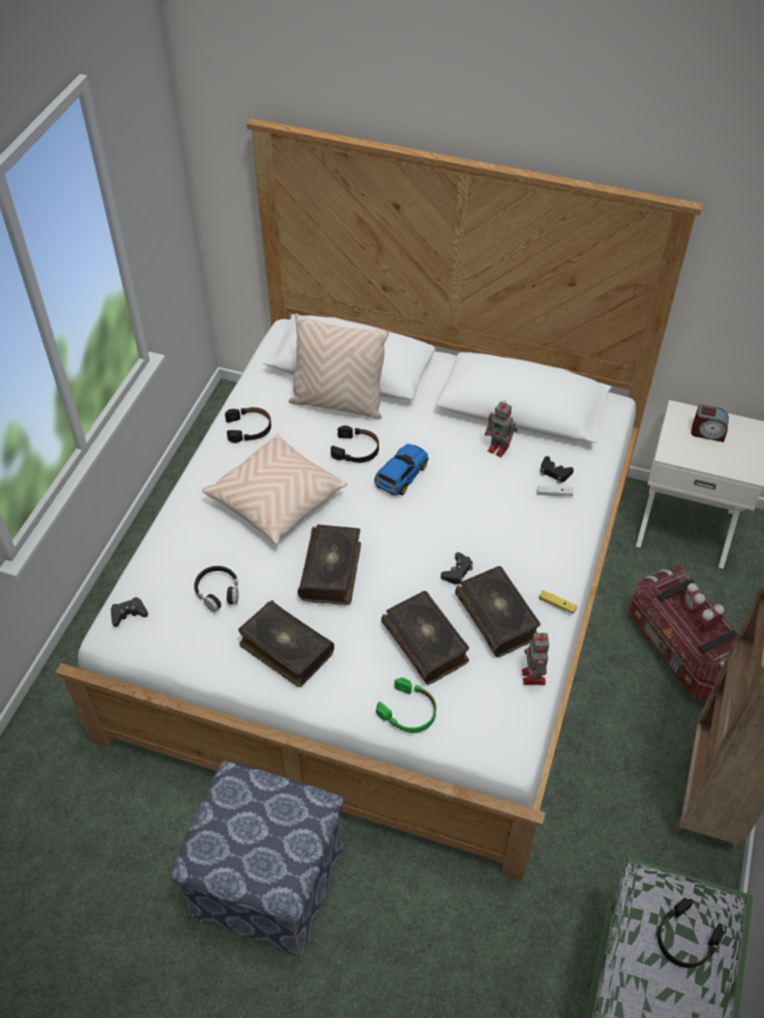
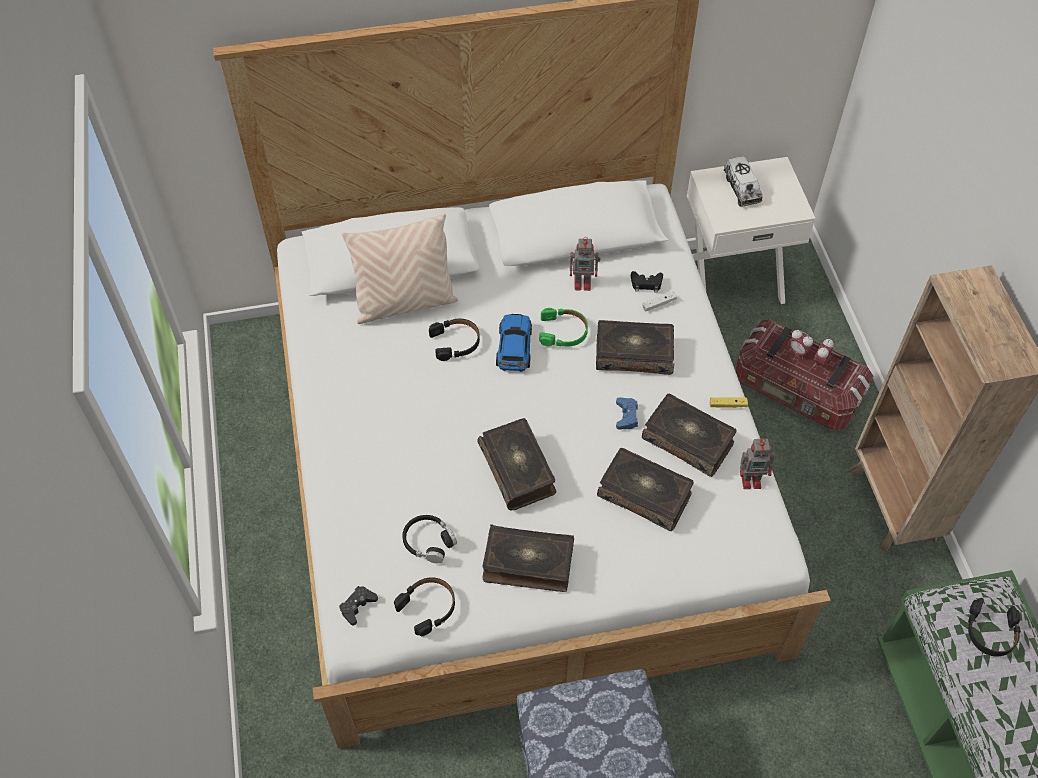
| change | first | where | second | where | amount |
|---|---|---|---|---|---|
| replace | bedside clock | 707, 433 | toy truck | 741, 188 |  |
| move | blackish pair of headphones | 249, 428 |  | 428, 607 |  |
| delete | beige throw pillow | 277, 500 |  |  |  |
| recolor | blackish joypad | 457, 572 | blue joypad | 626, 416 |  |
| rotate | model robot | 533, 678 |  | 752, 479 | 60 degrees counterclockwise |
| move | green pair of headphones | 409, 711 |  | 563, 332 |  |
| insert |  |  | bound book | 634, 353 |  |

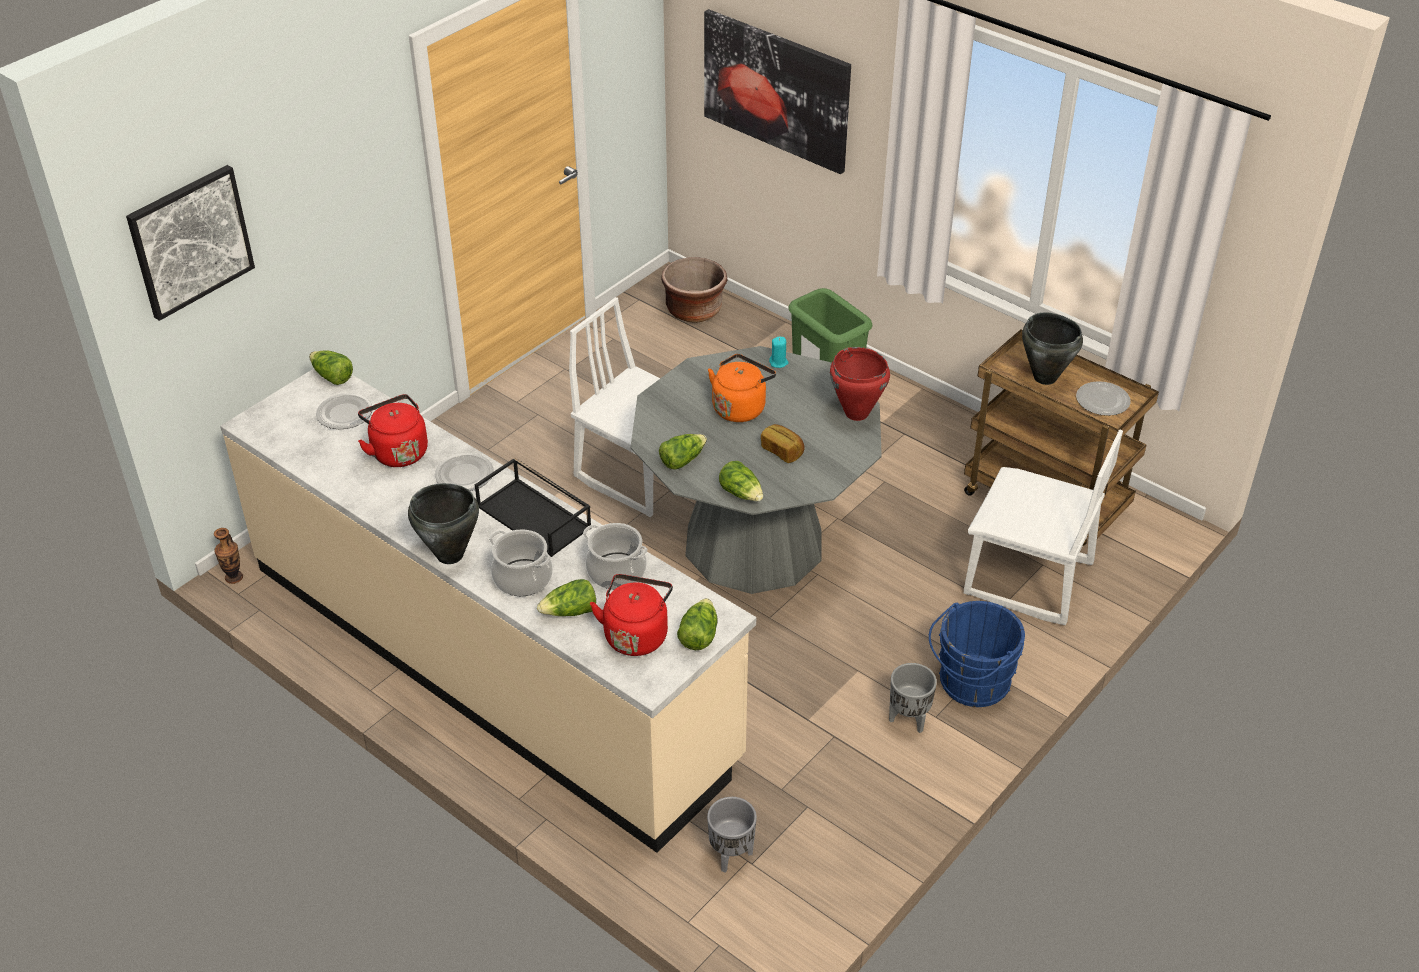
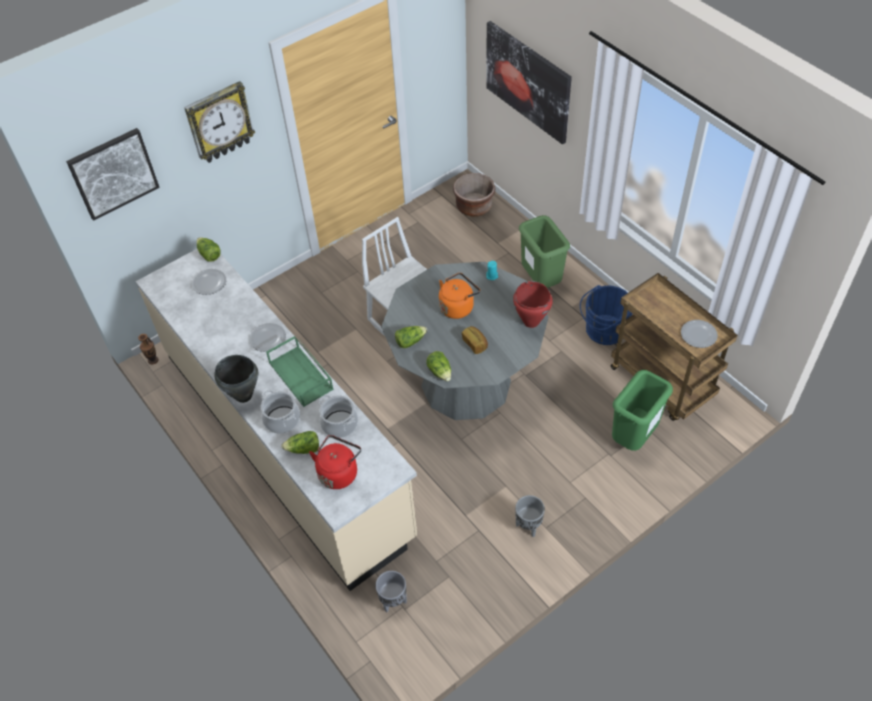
| change | first | where | second | where | amount |
|---|---|---|---|---|---|
| delete | blackish cooking pot | 1045, 377 |  |  |  |
| delete | red-coloured water kettle | 397, 451 |  |  |  |
| replace | white upright chair | 1028, 580 | green rubbish bin | 633, 438 |  |
| recolor | blackish tray | 535, 517 | green tray | 302, 376 |  |
| delete | lettuce | 698, 635 |  |  |  |
| move | blue pail | 971, 683 |  | 603, 331 |  |
| insert |  |  | clock on the wall | 219, 122 |  |

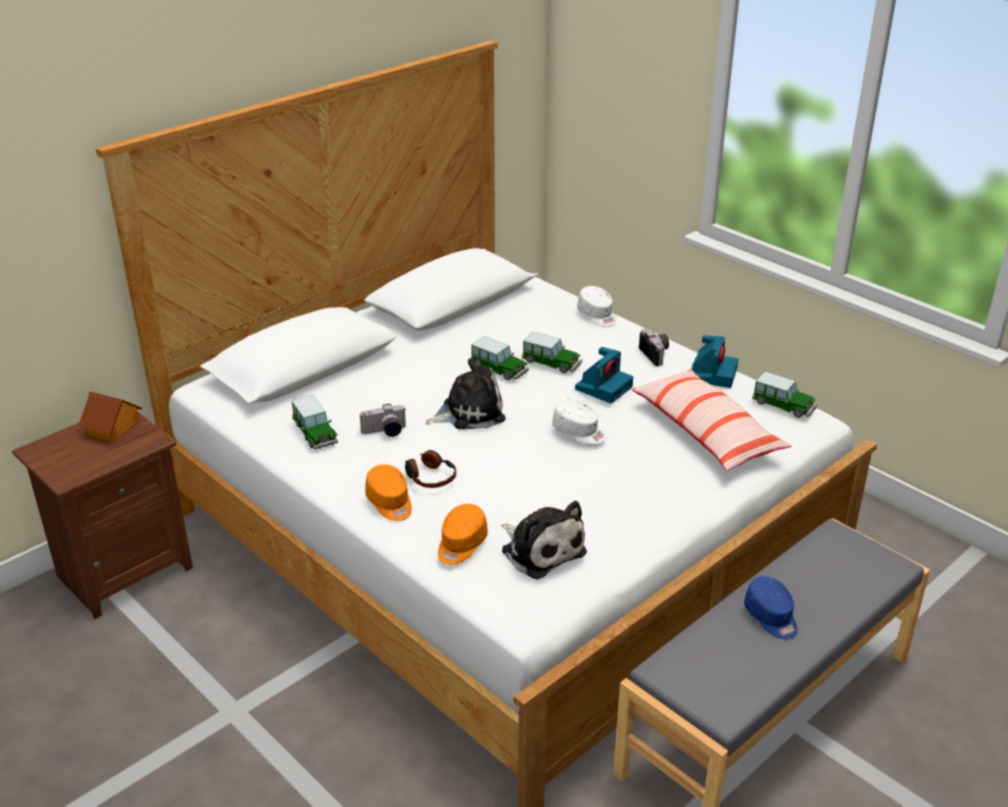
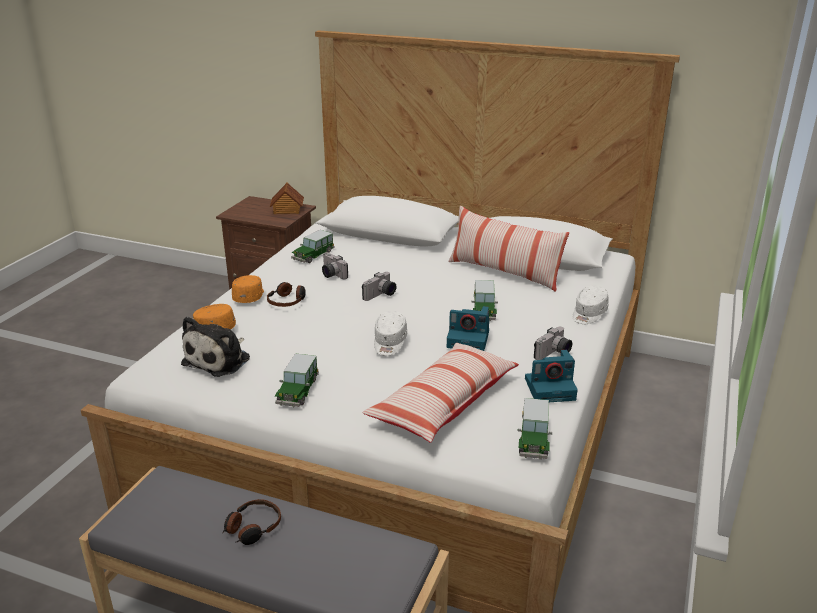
| change | first | where | second | where | amount |
|---|---|---|---|---|---|
| move | miniature car | 499, 369 |  | 298, 391 |  |
| replace | cuddly toy | 469, 412 | photo camera | 381, 295 |  |
| rotate | orangey cap | 390, 503 |  | 249, 296 | 150 degrees clockwise |
| replace | blue cap | 771, 617 | pair of headphones | 252, 528 |  |
| insert |  |  | throw pillow | 504, 273 |  |

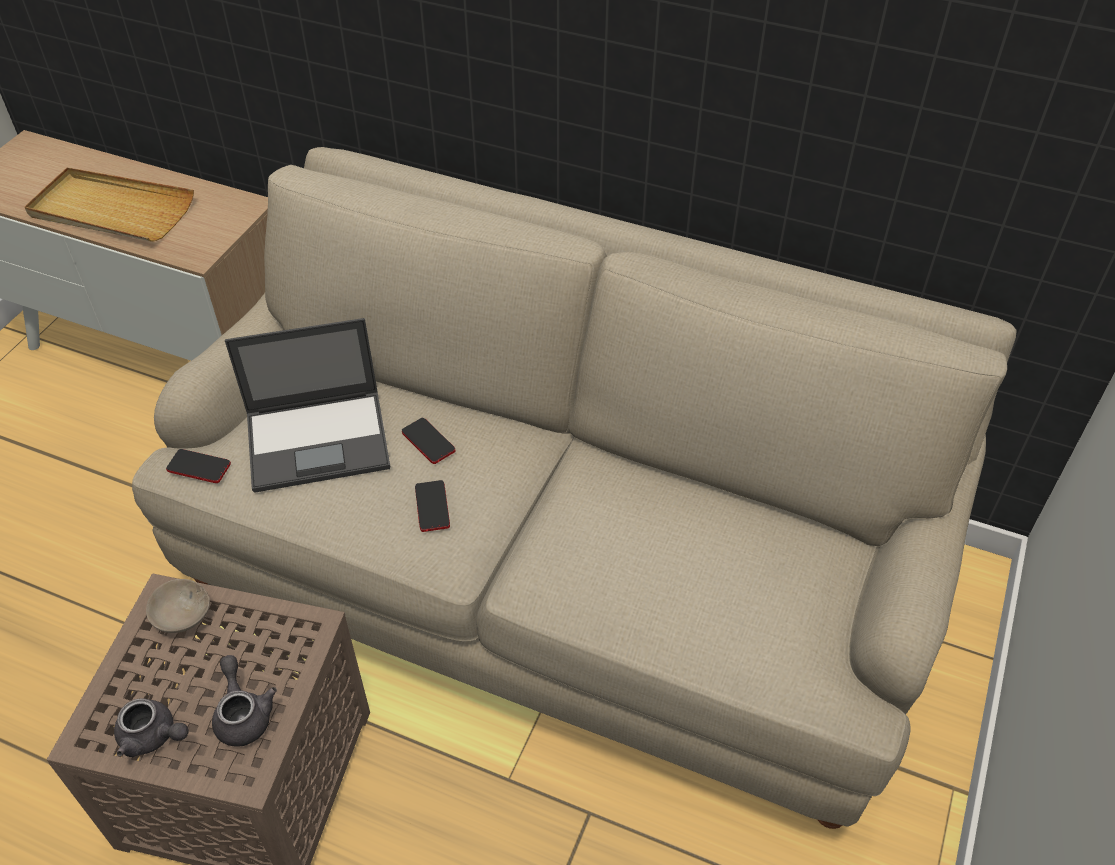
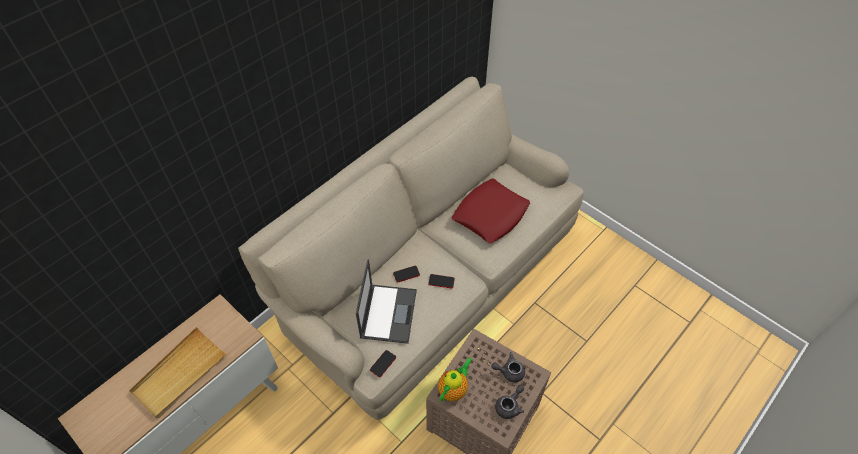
| change | first | where | second | where | amount |
|---|---|---|---|---|---|
| replace | beige serving bowl | 180, 615 | pot for tea | 454, 389 |  |
| insert |  |  | red-coloured throw pillow | 490, 214 |  |

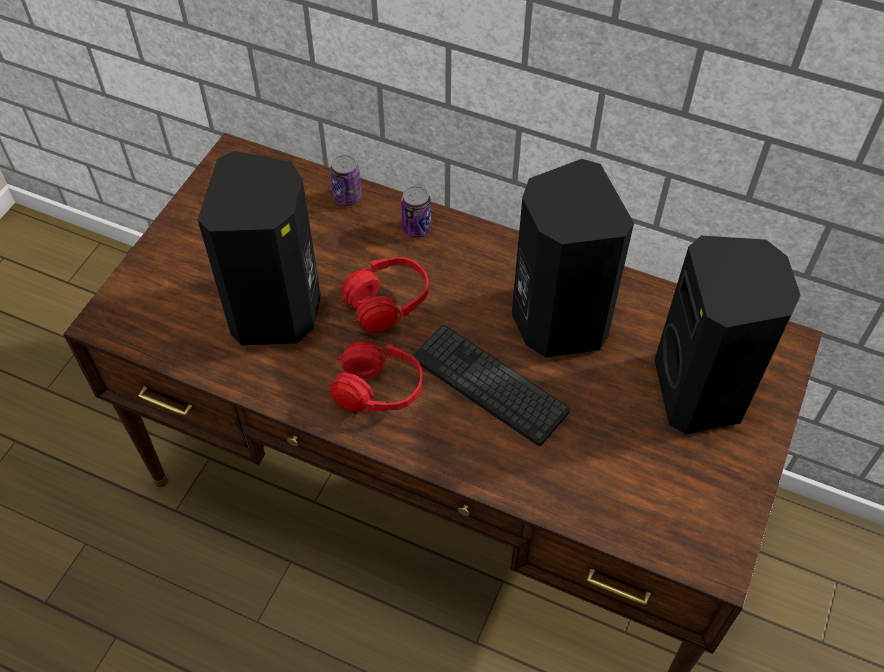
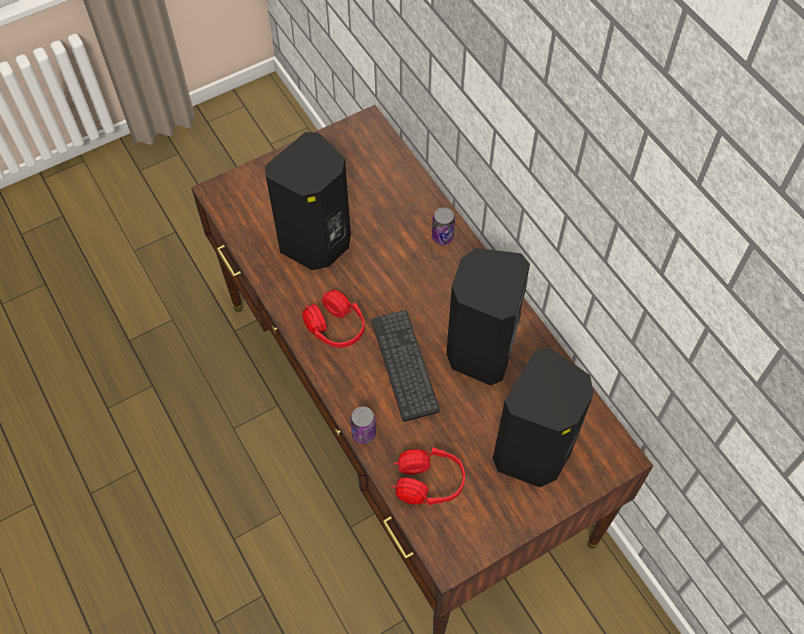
| change | first | where | second | where | amount |
|---|---|---|---|---|---|
| move | can | 347, 197 |  | 364, 433 |  |
| move | red-coloured pair of headphones | 386, 306 |  | 427, 484 |  |

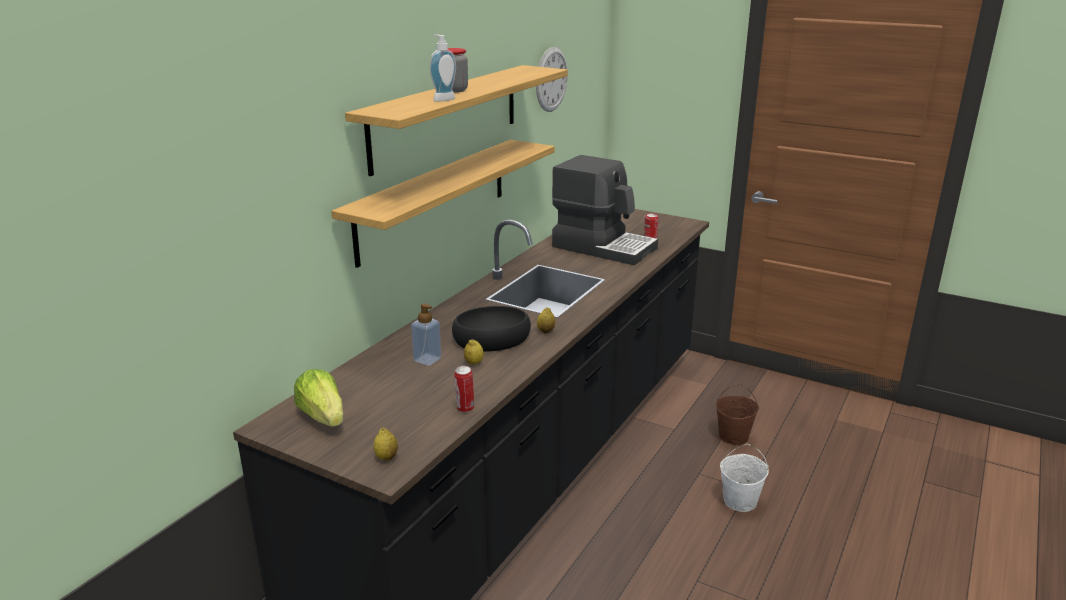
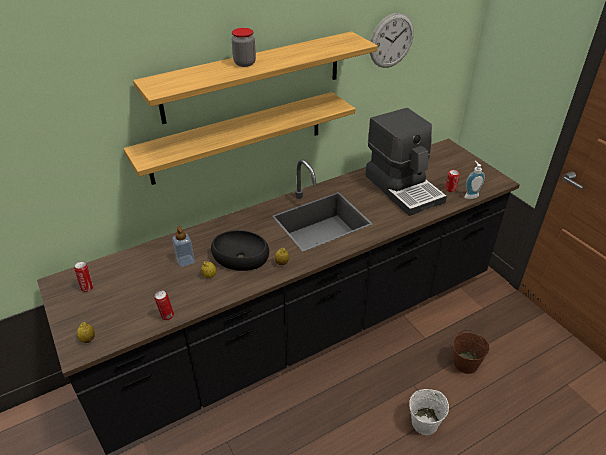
| change | first | where | second | where | amount |
|---|---|---|---|---|---|
| move | soap dispenser | 442, 99 |  | 470, 195 |  |
| replace | lettuce | 323, 417 | can | 88, 288 |  |

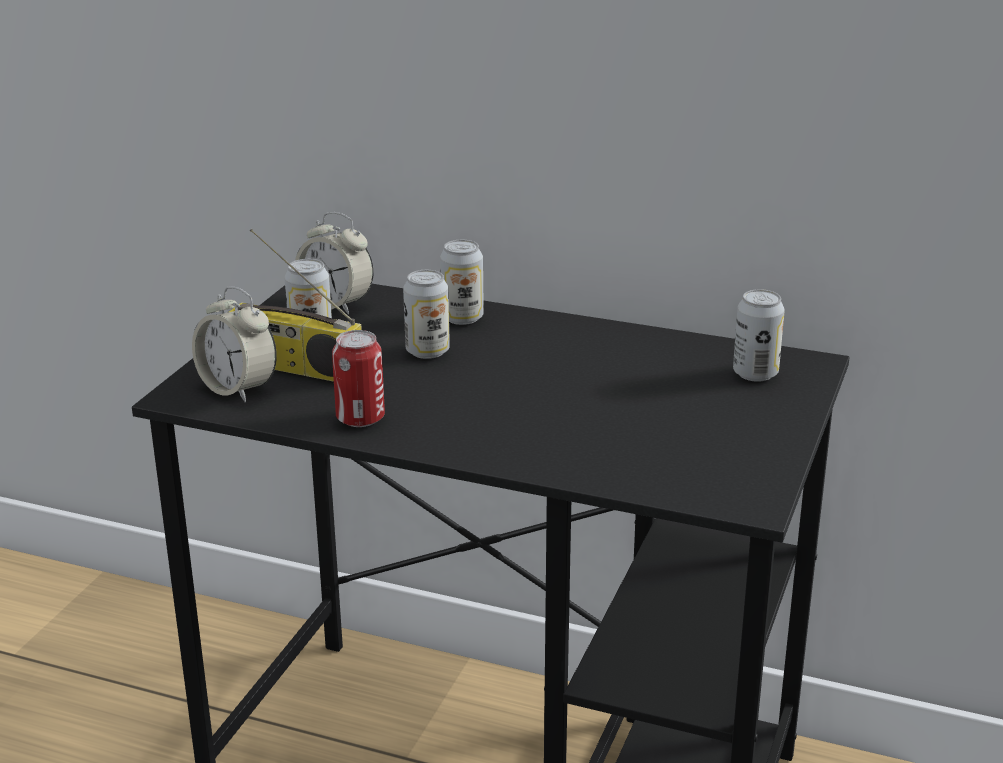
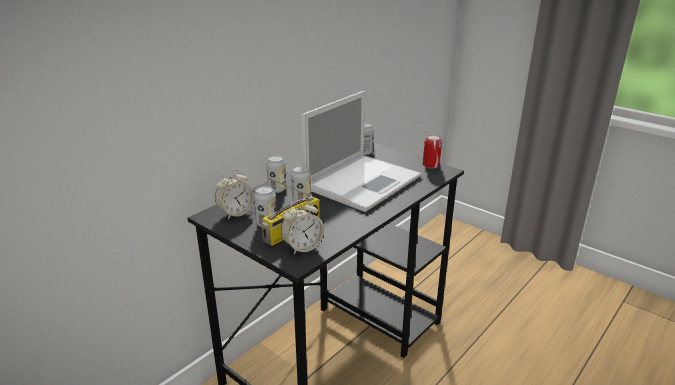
| change | first | where | second | where | amount |
|---|---|---|---|---|---|
| move | can | 360, 418 |  | 431, 166 |  |
| insert |  |  | laptop | 363, 181 |  |

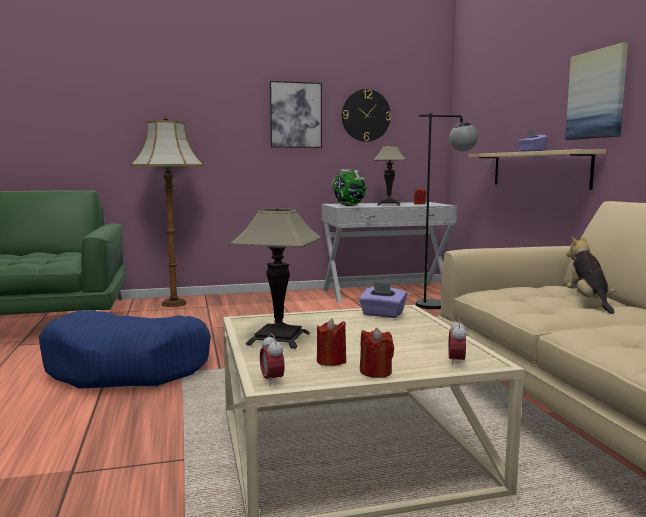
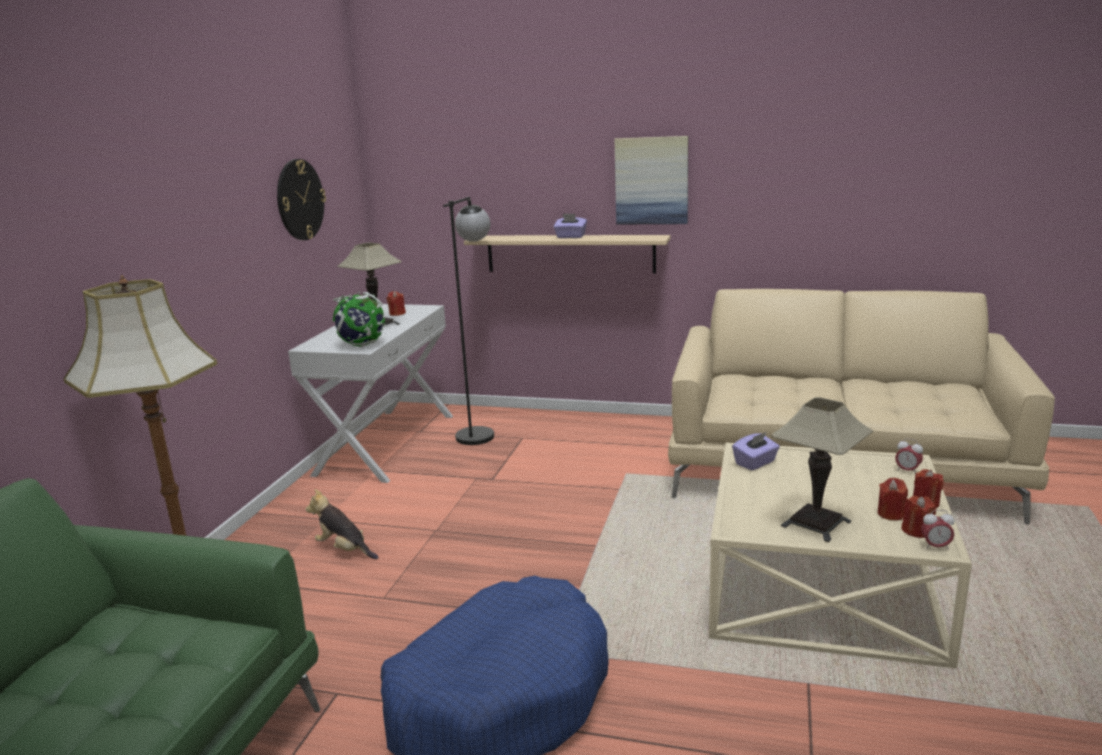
| change | first | where | second | where | amount |
|---|---|---|---|---|---|
| delete | wall art | 295, 115 |  |  |  |
| move | cuddly toy | 588, 302 |  | 344, 549 |  |
| insert |  |  | red-coloured candle | 916, 531 |  |

